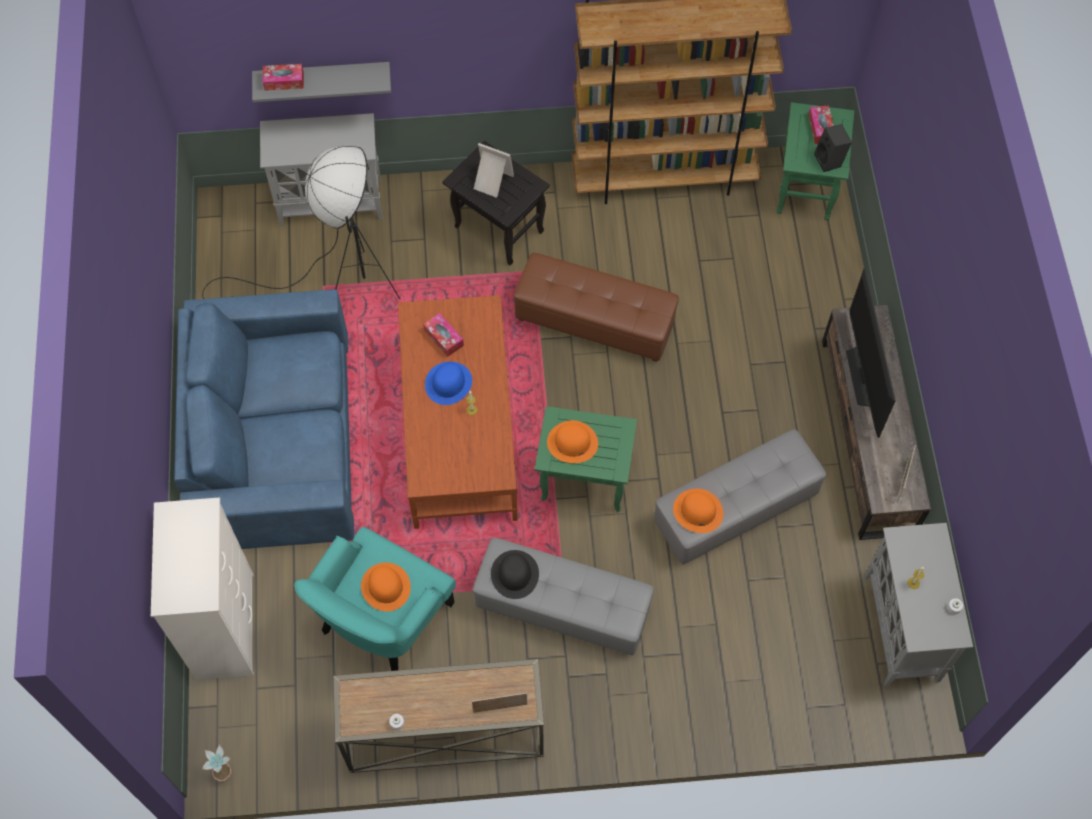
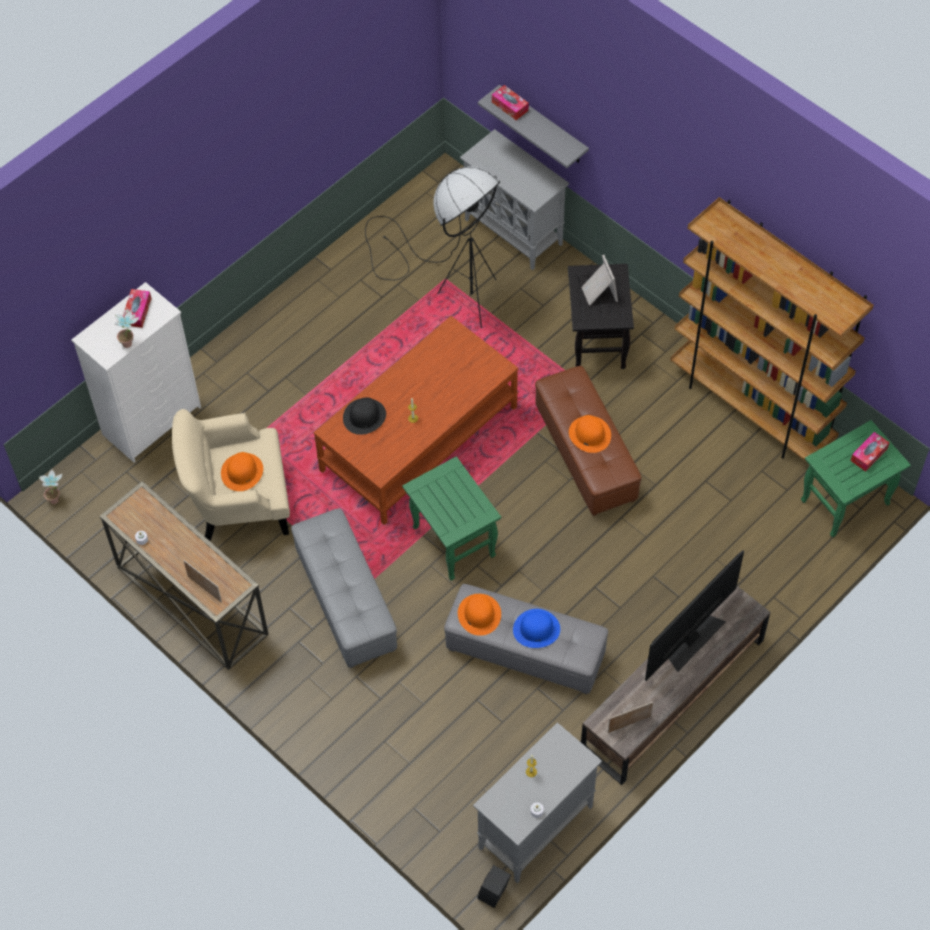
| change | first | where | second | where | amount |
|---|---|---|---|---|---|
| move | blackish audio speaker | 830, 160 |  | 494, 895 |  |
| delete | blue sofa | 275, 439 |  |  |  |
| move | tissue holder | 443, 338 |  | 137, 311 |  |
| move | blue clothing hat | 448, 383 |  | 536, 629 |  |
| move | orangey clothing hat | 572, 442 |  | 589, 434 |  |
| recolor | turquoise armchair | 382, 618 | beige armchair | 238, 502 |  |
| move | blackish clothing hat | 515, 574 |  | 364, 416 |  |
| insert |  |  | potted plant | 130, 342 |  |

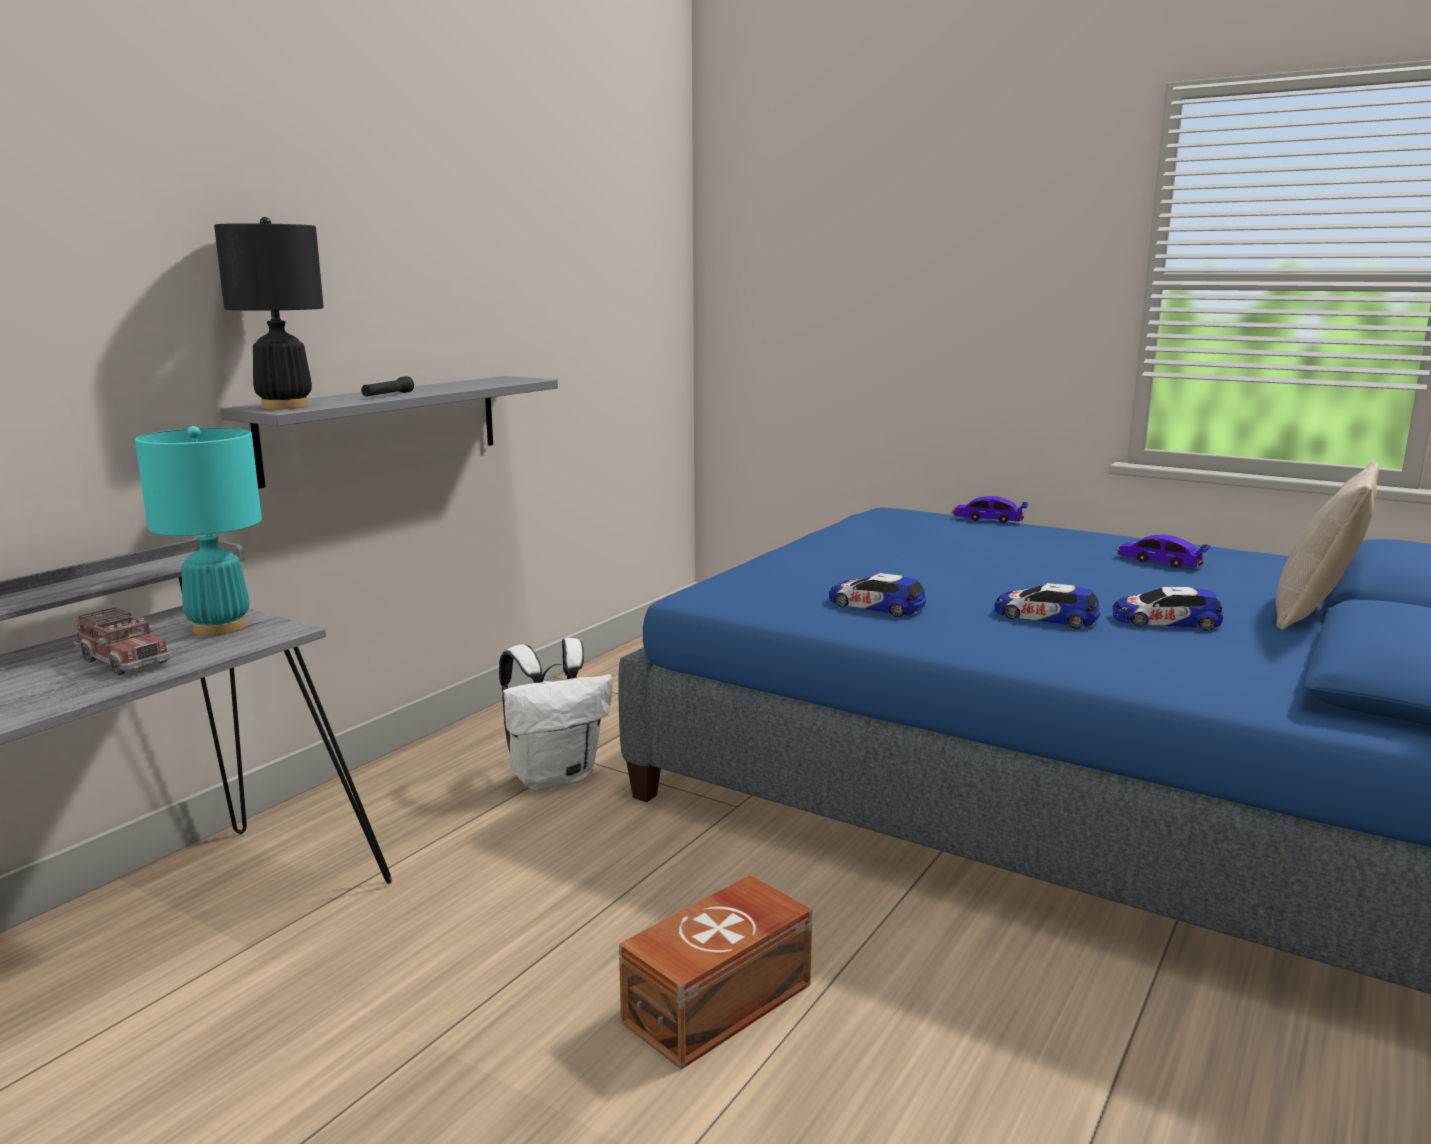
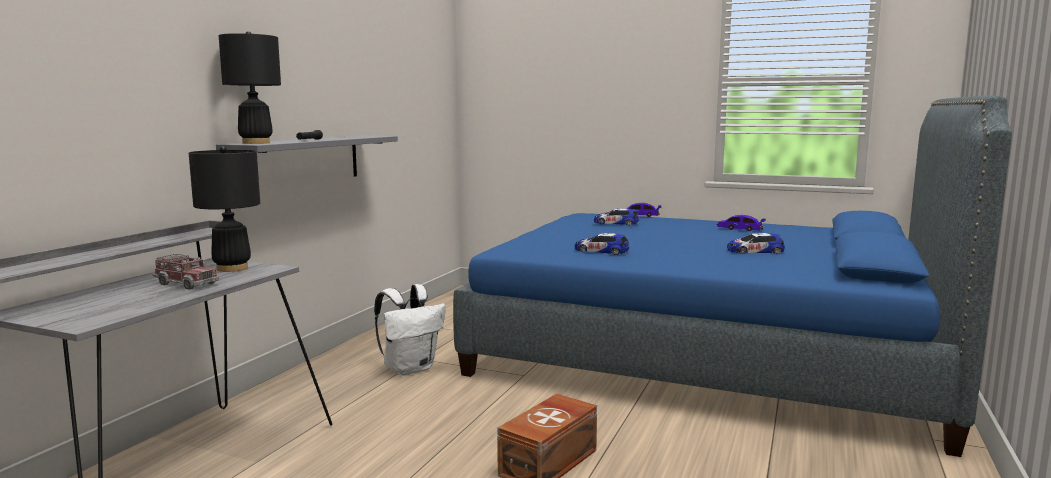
| change | first | where | second | where | amount |
|---|---|---|---|---|---|
| recolor | turquoise tabletop lamp | 219, 627 | blackish tabletop lamp | 232, 268 |  |
| delete | beige throw pillow | 1315, 613 |  |  |  |
| move | miniature car | 1045, 617 |  | 616, 223 |  |

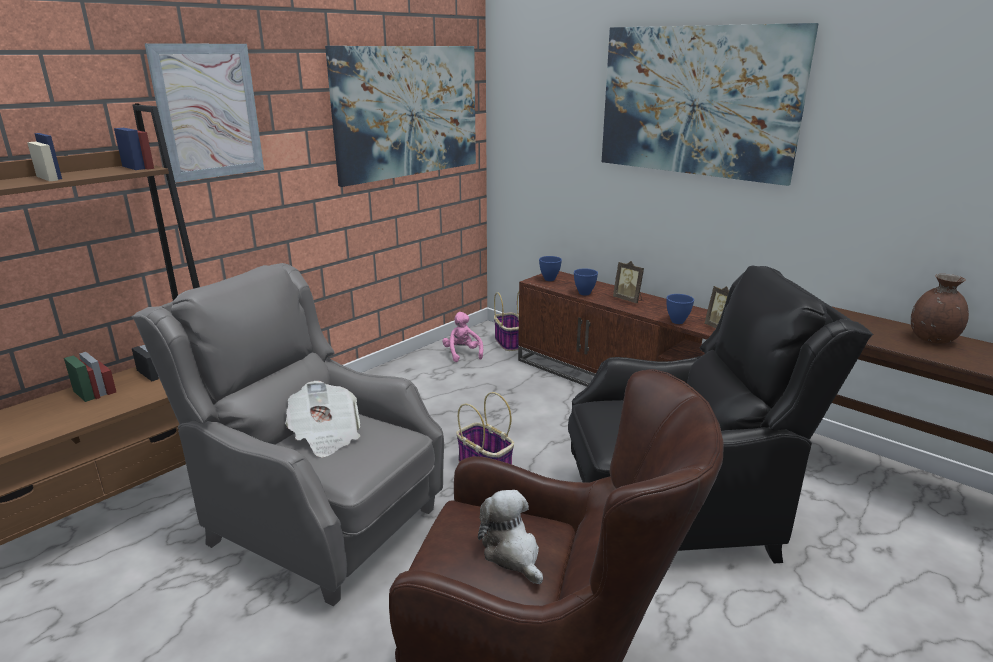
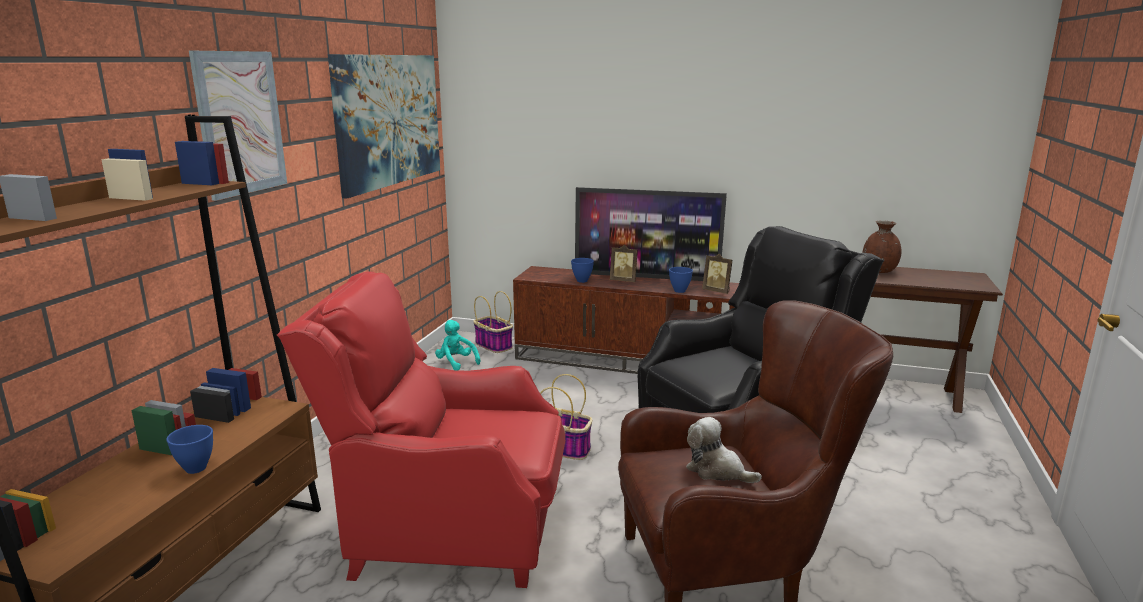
| change | first | where | second | where | amount |
|---|---|---|---|---|---|
| delete | wall art | 696, 101 |  |  |  |
| move | blue serving bowl | 549, 279 |  | 196, 468 |  |
| recolor | grey armchair | 319, 523 | red-coloured armchair | 448, 530 |  |
| recolor | pink cuddly toy | 462, 354 | turquoise cuddly toy | 456, 363 |  |
| delete | newspaper | 325, 436 |  |  |  |
| insert |  |  | TV | 646, 277 |  |

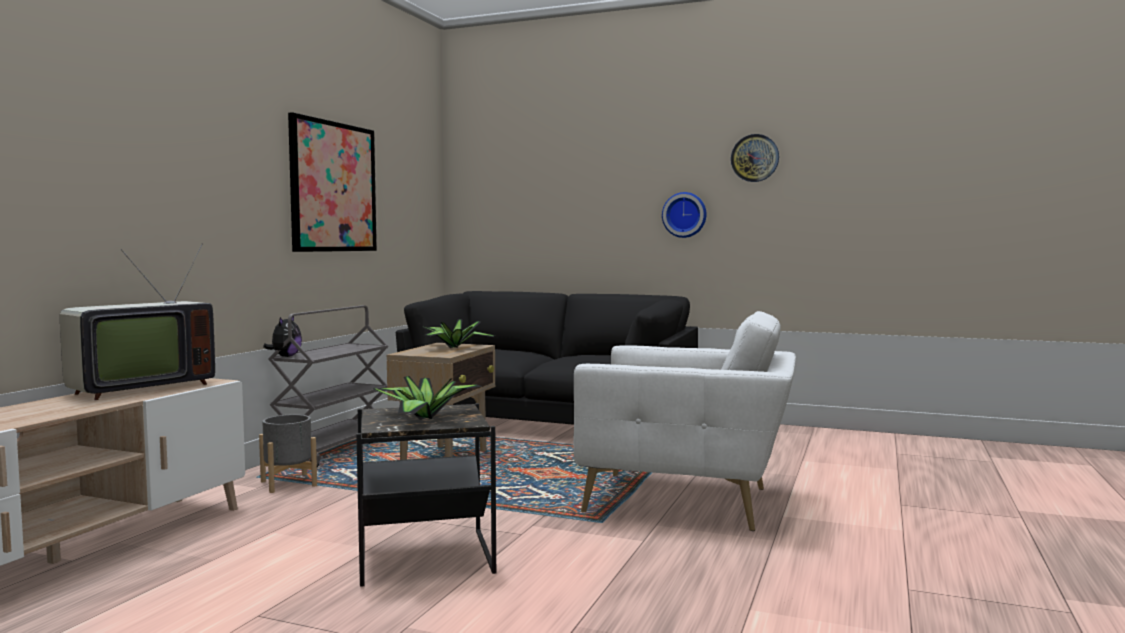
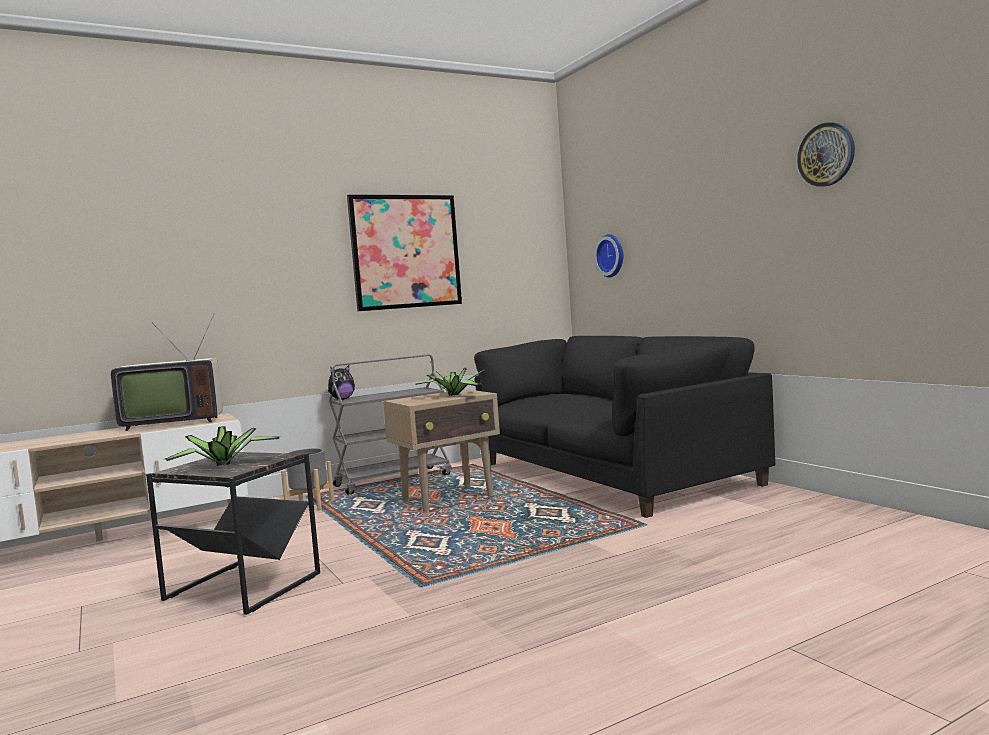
| change | first | where | second | where | amount |
|---|---|---|---|---|---|
| move | clock on the wall | 684, 215 |  | 612, 255 |  |
| delete | white armchair | 686, 501 |  |  |  |

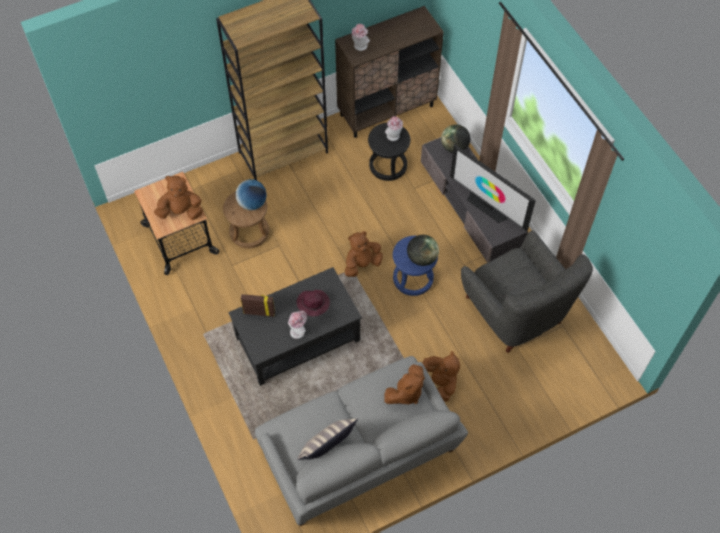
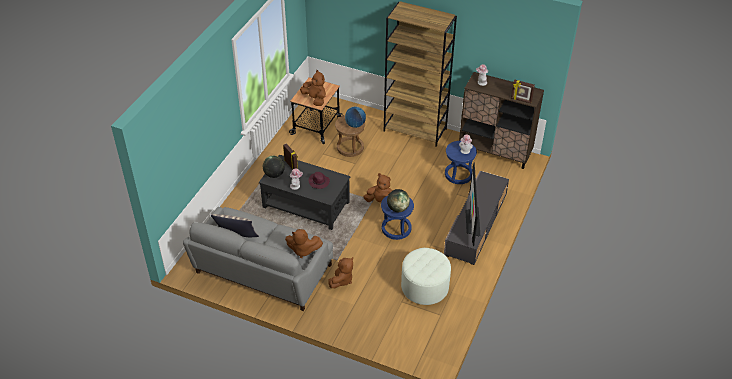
| change | first | where | second | where | amount |
|---|---|---|---|---|---|
| recolor | blackish stool | 388, 165 | blue stool | 458, 174 |  |
| move | globe | 454, 147 |  | 274, 174 |  |
| replace | grey armchair | 515, 312 | white pouffe | 424, 287 |  |
| insert |  |  | standing frame | 521, 100 |  |

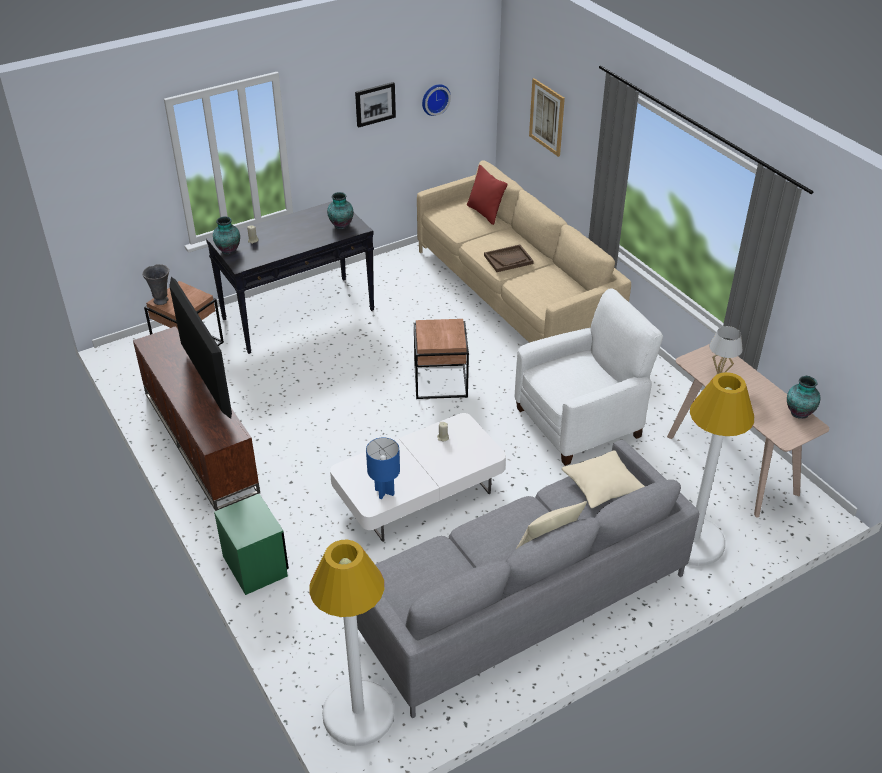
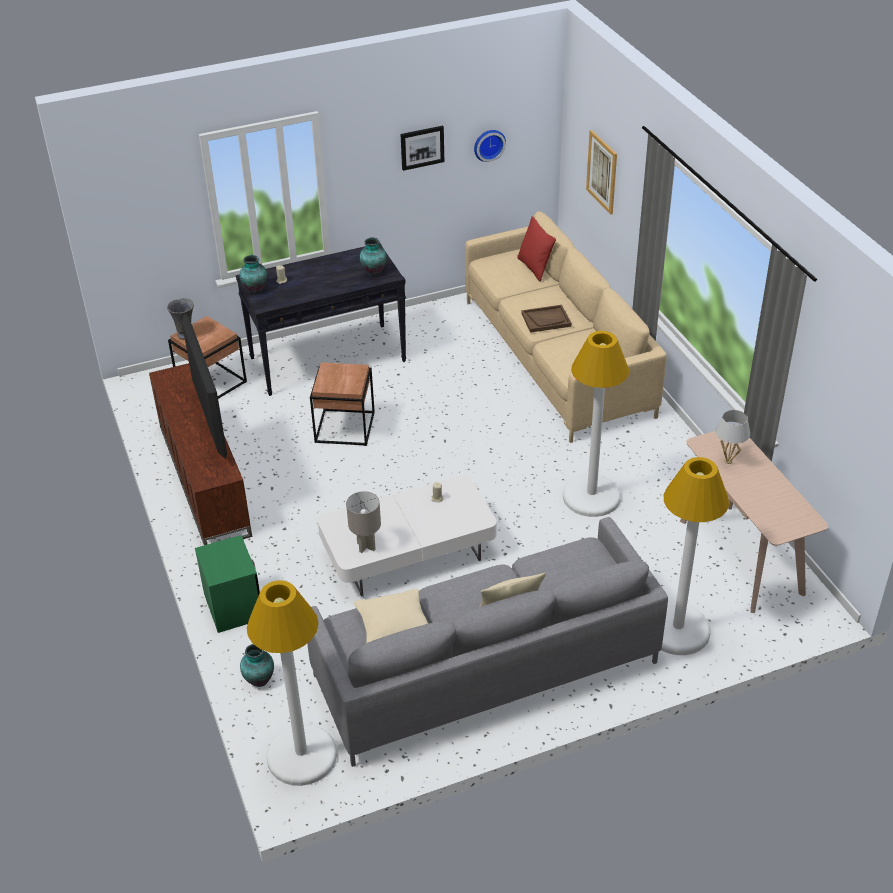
| change | first | where | second | where | amount |
|---|---|---|---|---|---|
| replace | white armchair | 579, 422 | white floor lamp | 591, 497 |  |
| move | brownish end table | 440, 381 |  | 344, 427 |  |
| move | decorative vase | 798, 412 |  | 259, 679 |  |
| recolor | blue tabletop lamp | 385, 492 | grey tabletop lamp | 366, 546 |  |
| move | beige throw pillow | 602, 486 |  | 393, 626 |  |

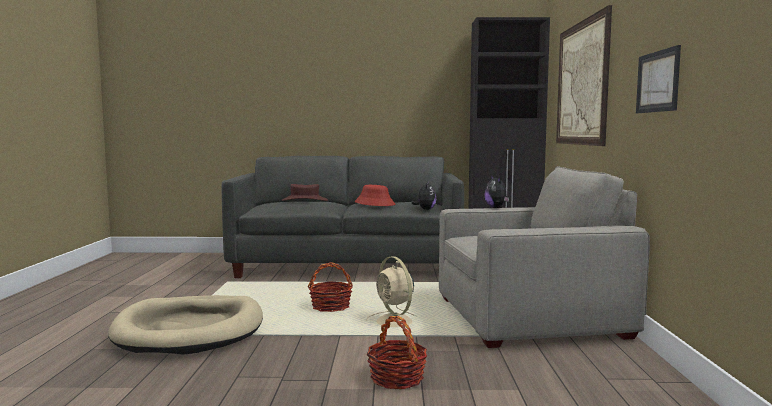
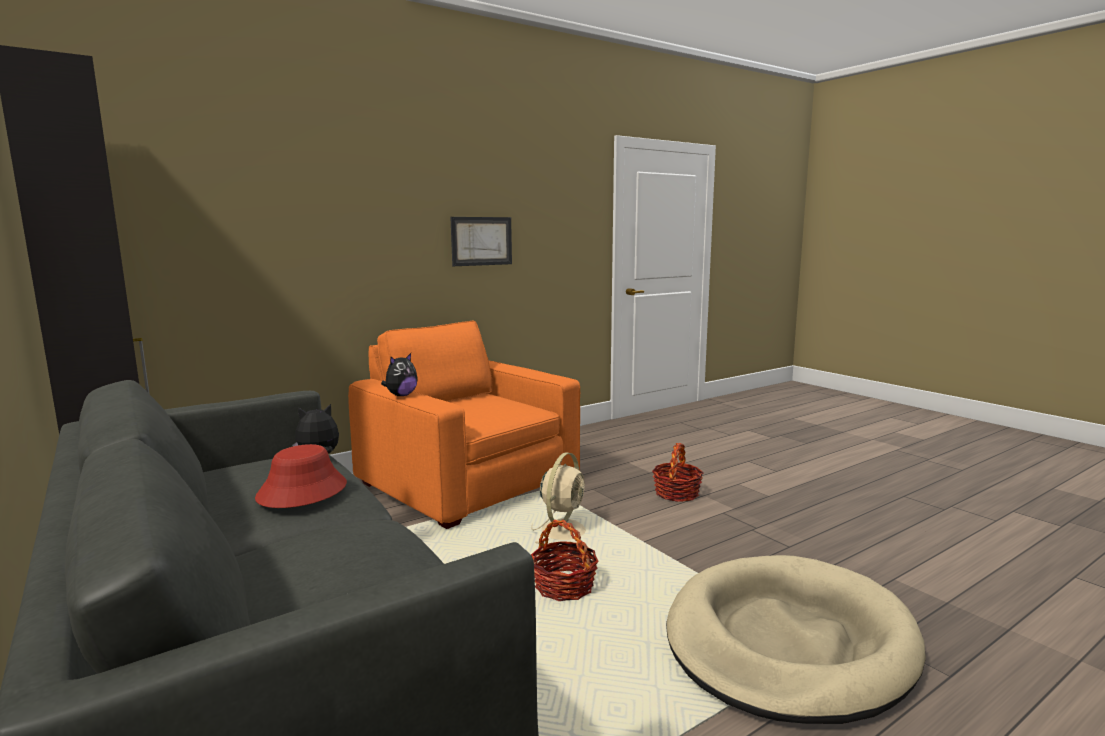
| change | first | where | second | where | amount |
|---|---|---|---|---|---|
| delete | wall art | 581, 83 |  |  |  |
| recolor | grey armchair | 529, 317 | orangey armchair | 468, 482 |  |
| delete | brownish clothing hat | 305, 200 |  |  |  |

